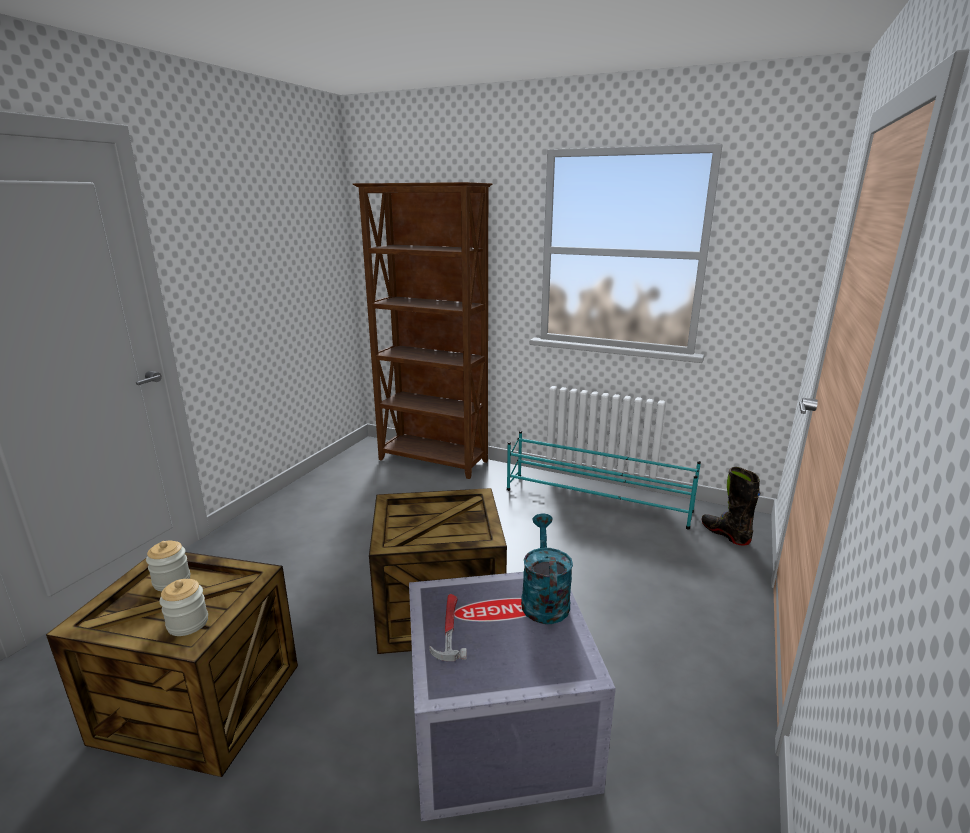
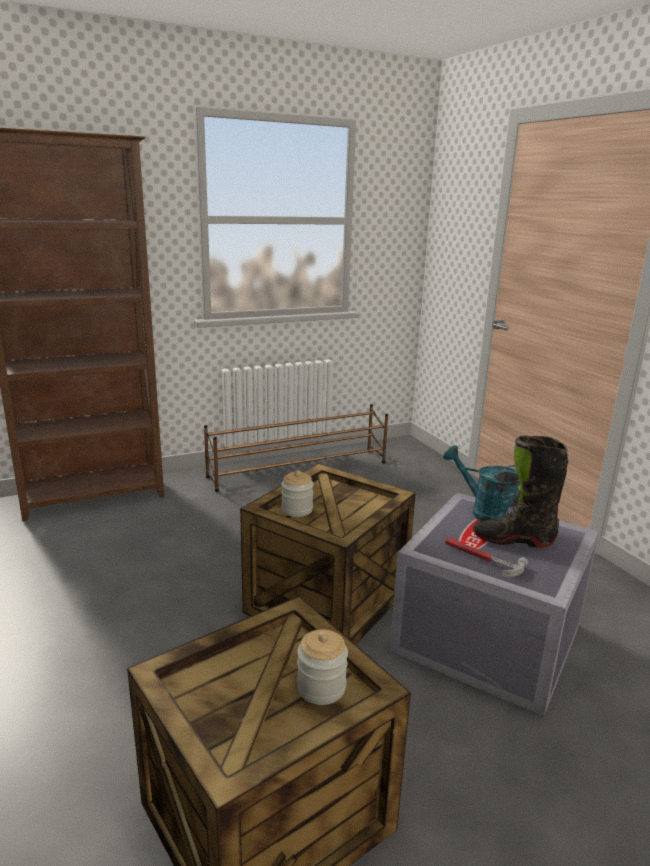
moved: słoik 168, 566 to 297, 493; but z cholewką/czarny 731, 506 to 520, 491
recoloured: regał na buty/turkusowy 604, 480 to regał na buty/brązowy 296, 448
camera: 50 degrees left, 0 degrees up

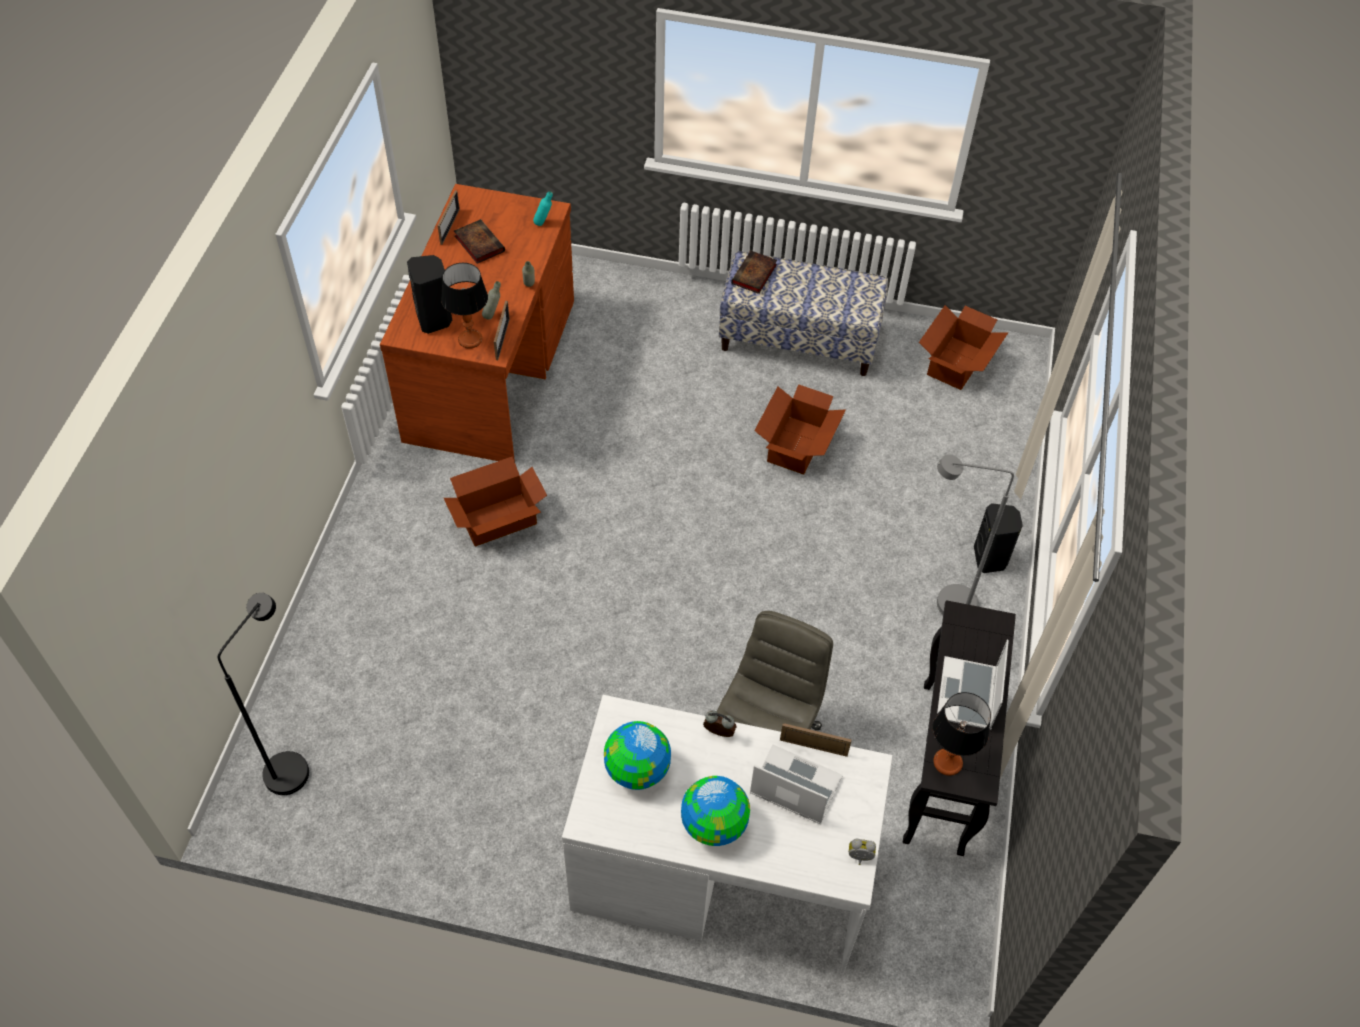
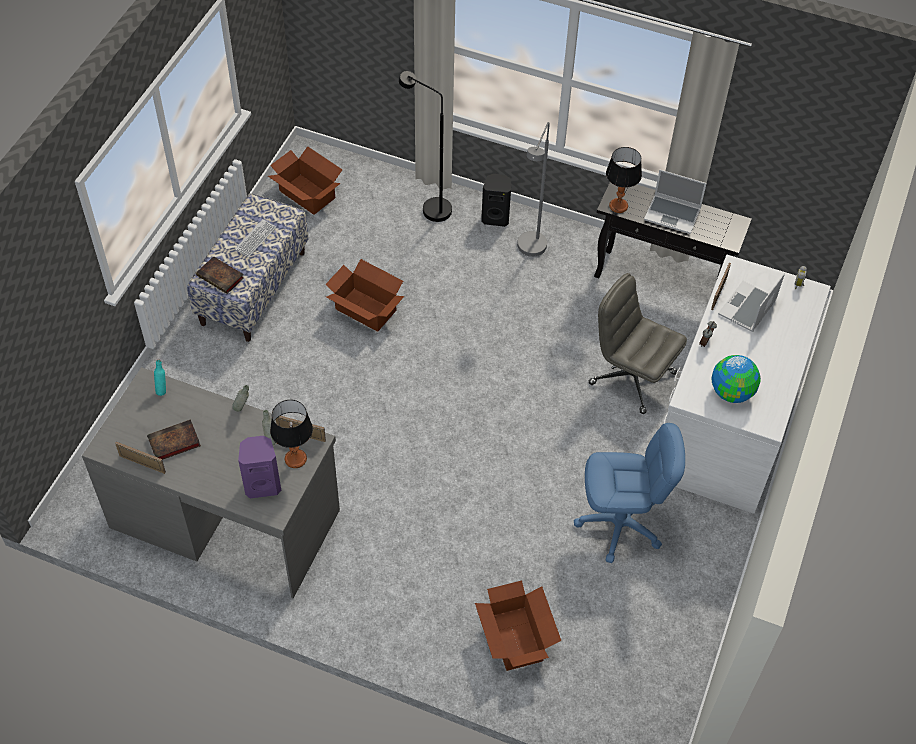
removed: globus 715, 811
added: klawiatura 255, 238; krzesło biurowe/niebieski 629, 493
moved: lampa stojąca/czarny 263, 694 to 425, 146; karton 495, 501 to 518, 625; lampa stołowa 962, 734 to 624, 180
recoloured: biurko/brązowy 477, 323 to biurko/szary 211, 482; głośnik/czarny 429, 294 to głośnik/fioletowy 259, 467
camera: 80 degrees left, 0 degrees up

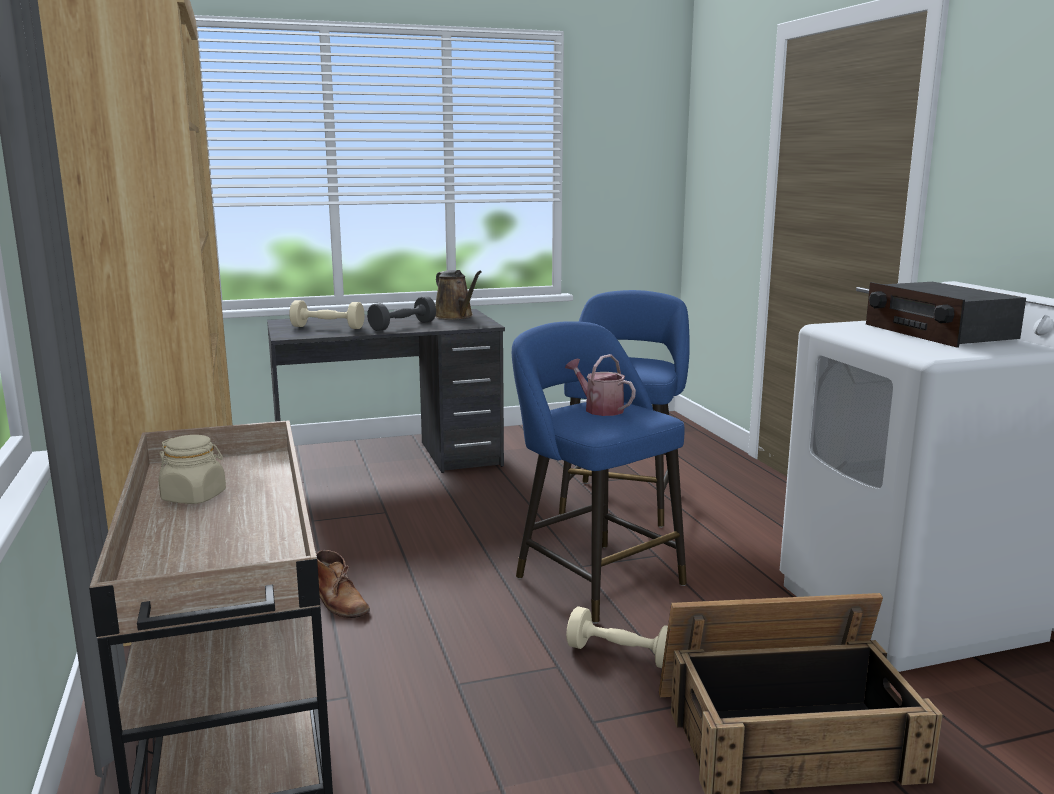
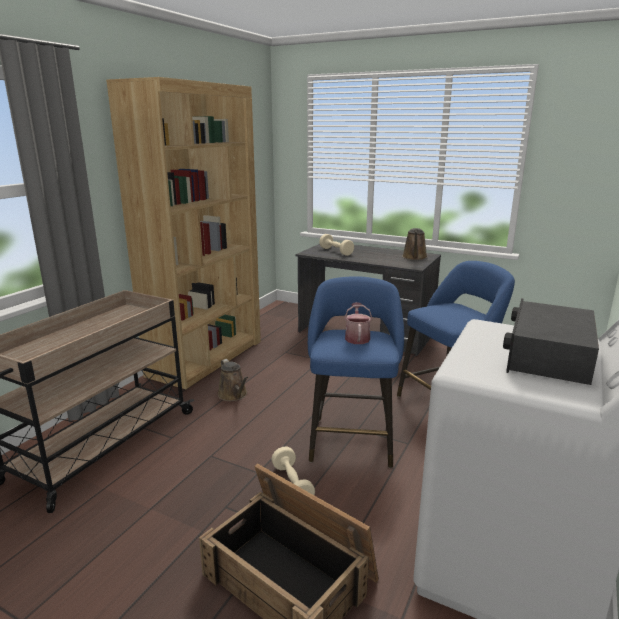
removed: słoik/beżowy 192, 469; hantel/szary 401, 313
replaced: but z cholewką/brązowy 343, 584 to konewka/brązowy 233, 380
camera: 45 degrees right, 5 degrees up

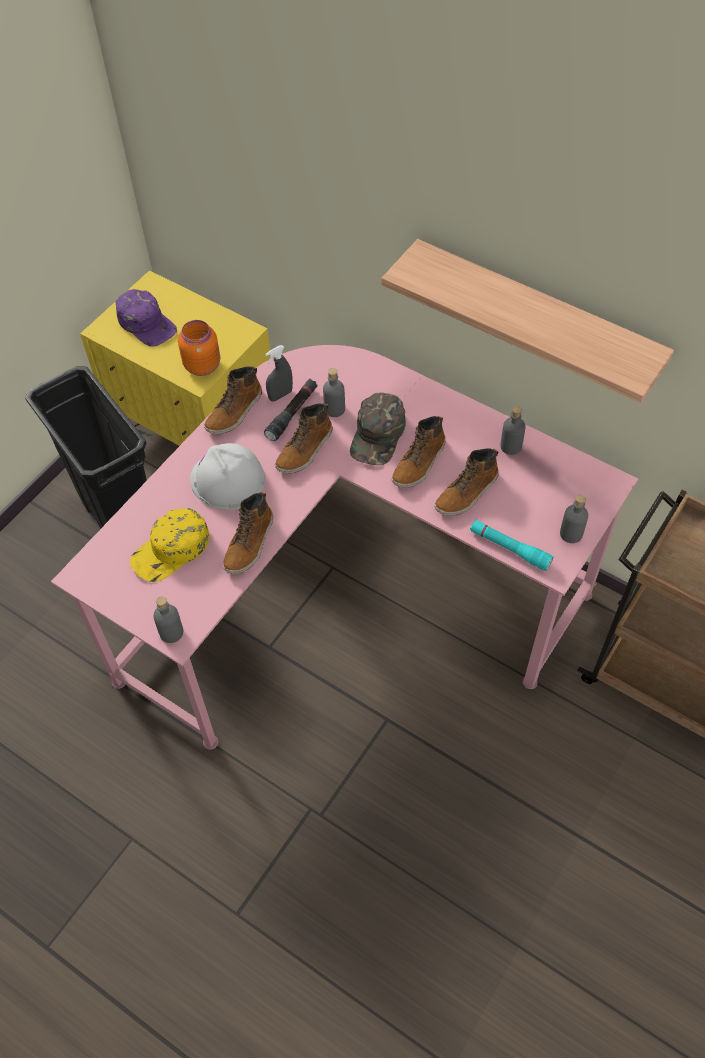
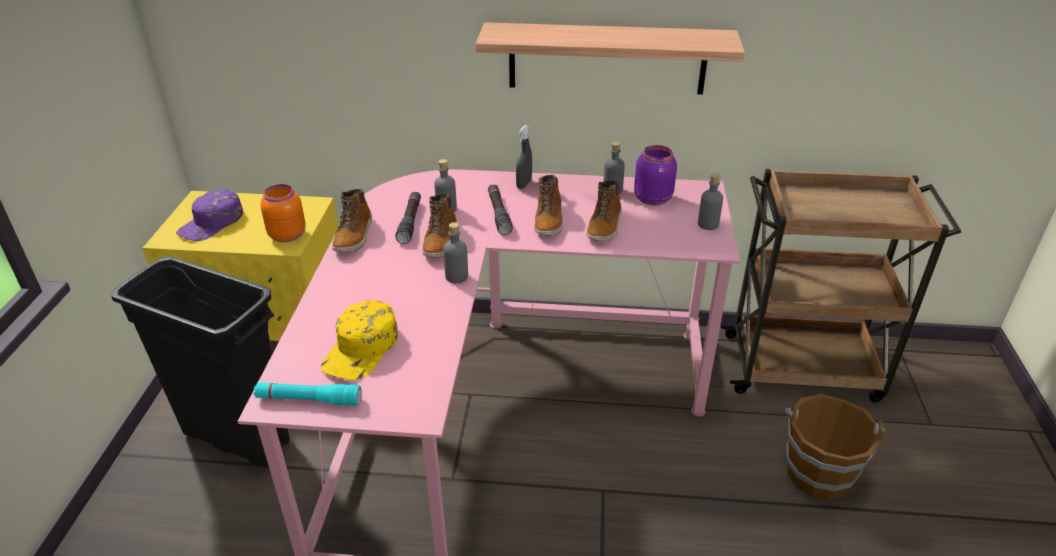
removed: kask/biały 227, 476; but z cholewką 248, 533
added: słoik/fioletowy 655, 175; wiadro/brązowy 835, 446
moved: latarka/turkusowy 512, 545 to 307, 394; butelka/szary 168, 619 to 455, 252; spryskiwacz/szary 279, 373 to 524, 157
replaced: czapka z daszkiem/zielony 378, 428 to latarka/czarny 500, 210
turned: czapka z daszkiem/fioletowy 146, 318 = 209, 215 105 degrees clockwise
camera: 30 degrees left, 20 degrees down

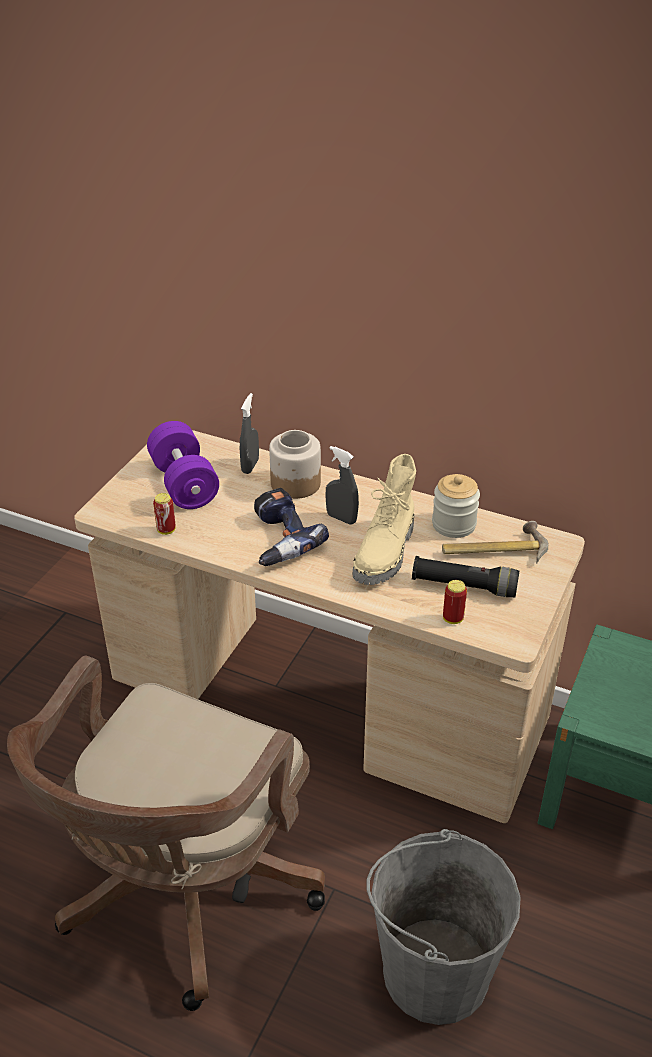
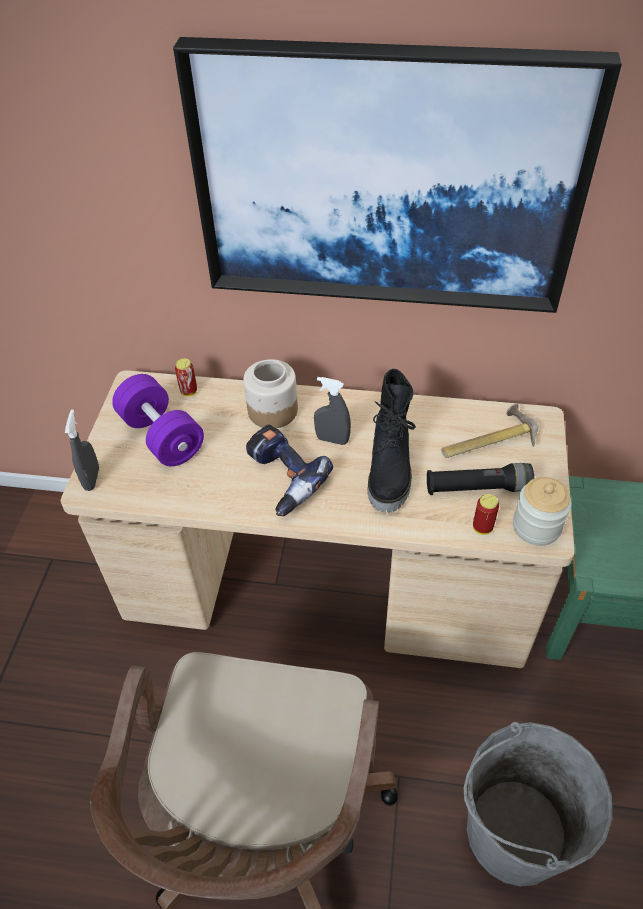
added: obraz 397, 175
moved: spryskiwacz/szary 249, 433 to 82, 450; puszka 164, 514 to 186, 377; słoik 456, 506 to 542, 511
recoloured: but z cholewką/beżowy 384, 519 to but z cholewką/czarny 392, 441
camera: 15 degrees left, 10 degrees up

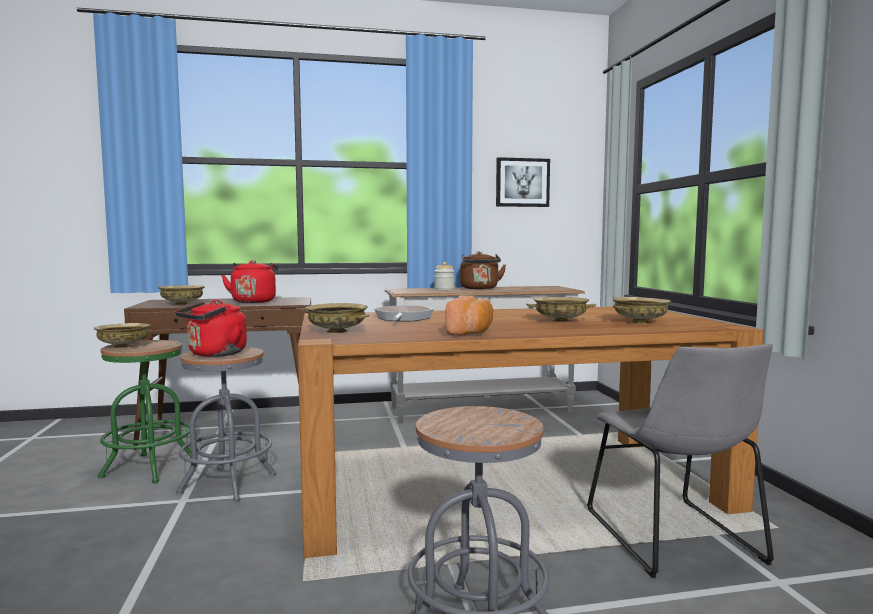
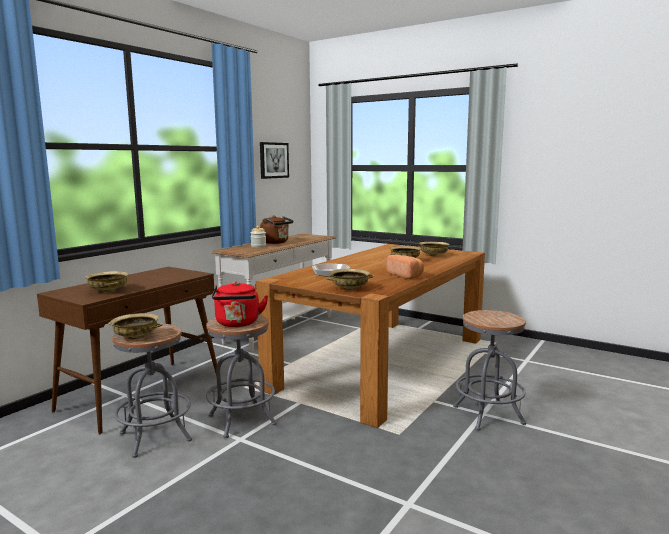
removed: czajnik/czerwony 249, 281; krzesło/szary 680, 461
recoloured: stołek/zielony 144, 411 to stołek/szary 152, 391
camera: 45 degrees left, 5 degrees up

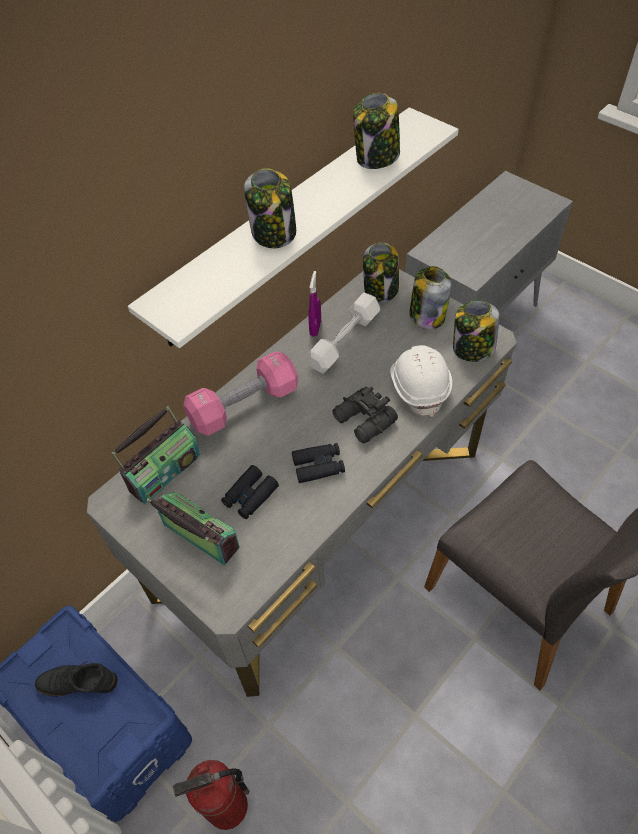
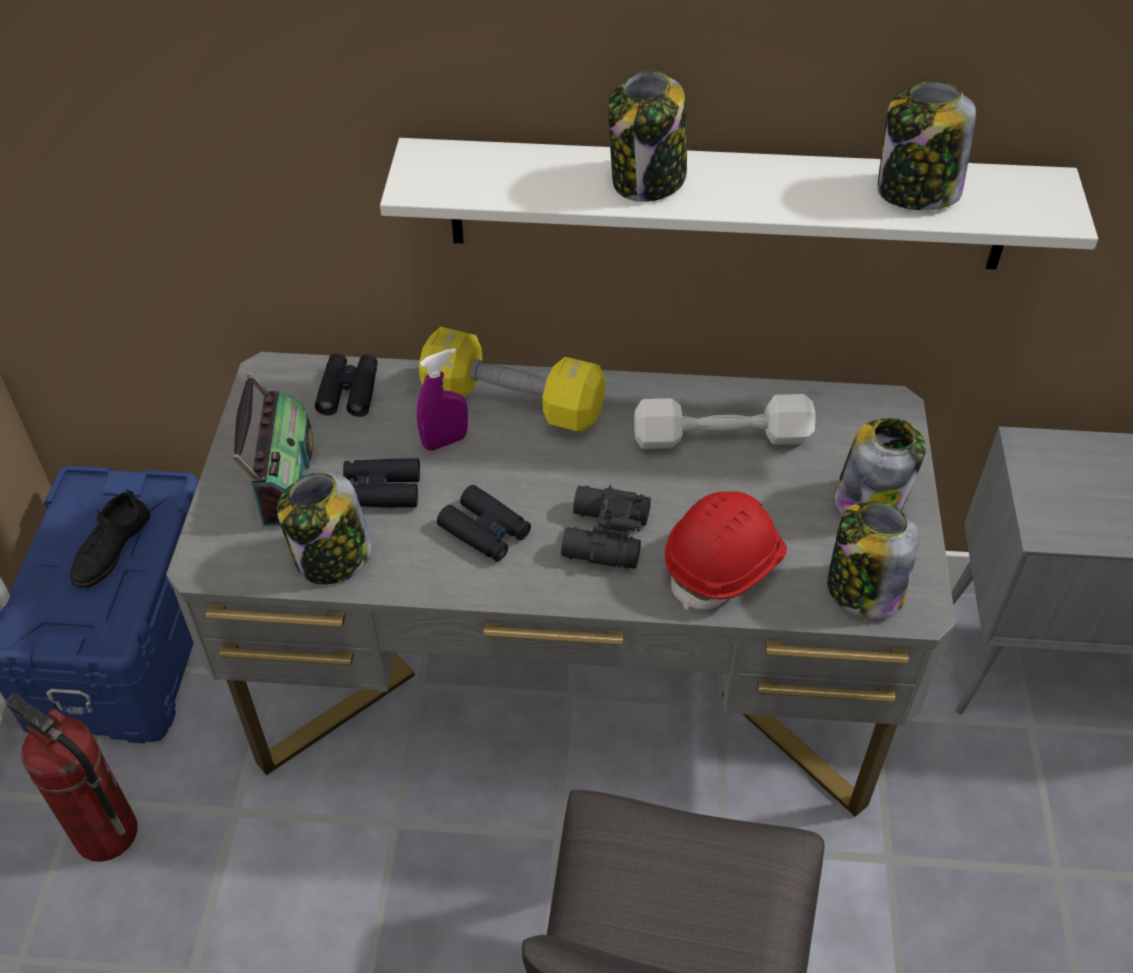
moved: słoik 381, 273 to 324, 528; spryskiwacz/fioletowy 315, 304 to 442, 399
replaced: radio 155, 455 to lornetka/czarny 346, 385
recoloured: hantel/różowy 240, 393 to hantel/żółty 512, 379; kask/biały 421, 381 to kask/czerwony 726, 550
turned: but/czarny 76, 678 = 110, 538 120 degrees counterclockwise
camera: 50 degrees right, 5 degrees down

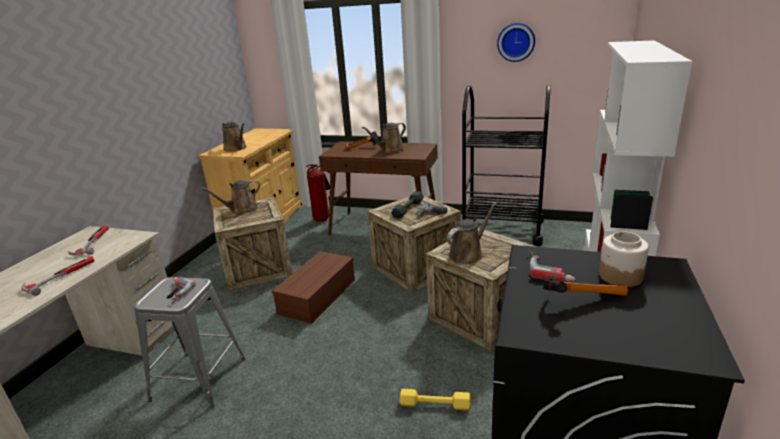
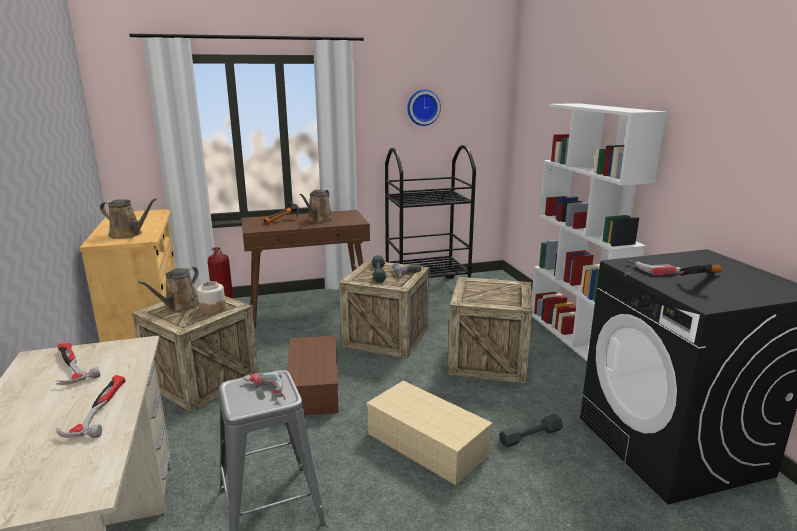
removed: konewka/brązowy 472, 233
added: pojemnik do przechowywania/beżowy 429, 433
moved: słoik 624, 259 to 211, 298
recoloured: hantel/żółty 435, 400 to hantel/szary 531, 430
camera: 35 degrees left, 5 degrees down

